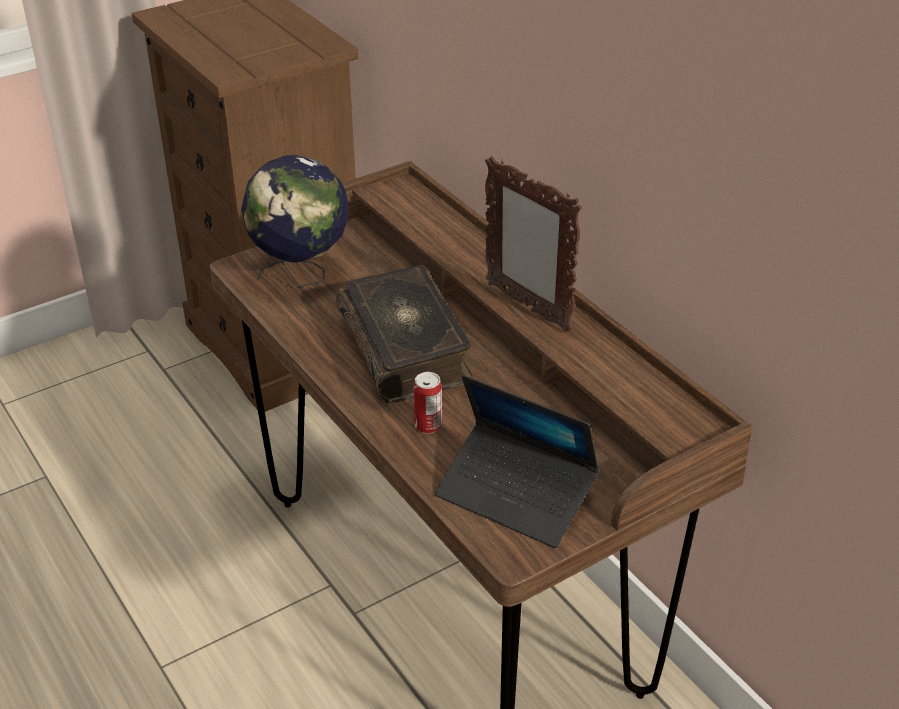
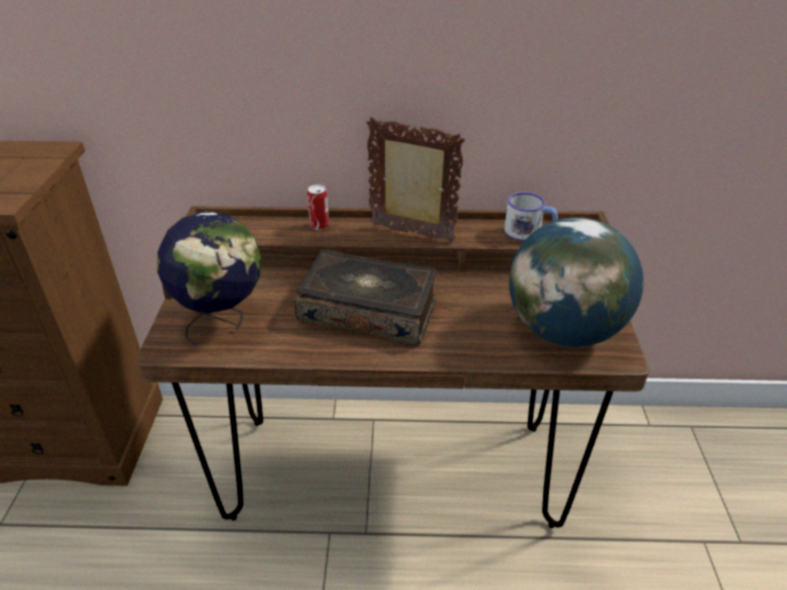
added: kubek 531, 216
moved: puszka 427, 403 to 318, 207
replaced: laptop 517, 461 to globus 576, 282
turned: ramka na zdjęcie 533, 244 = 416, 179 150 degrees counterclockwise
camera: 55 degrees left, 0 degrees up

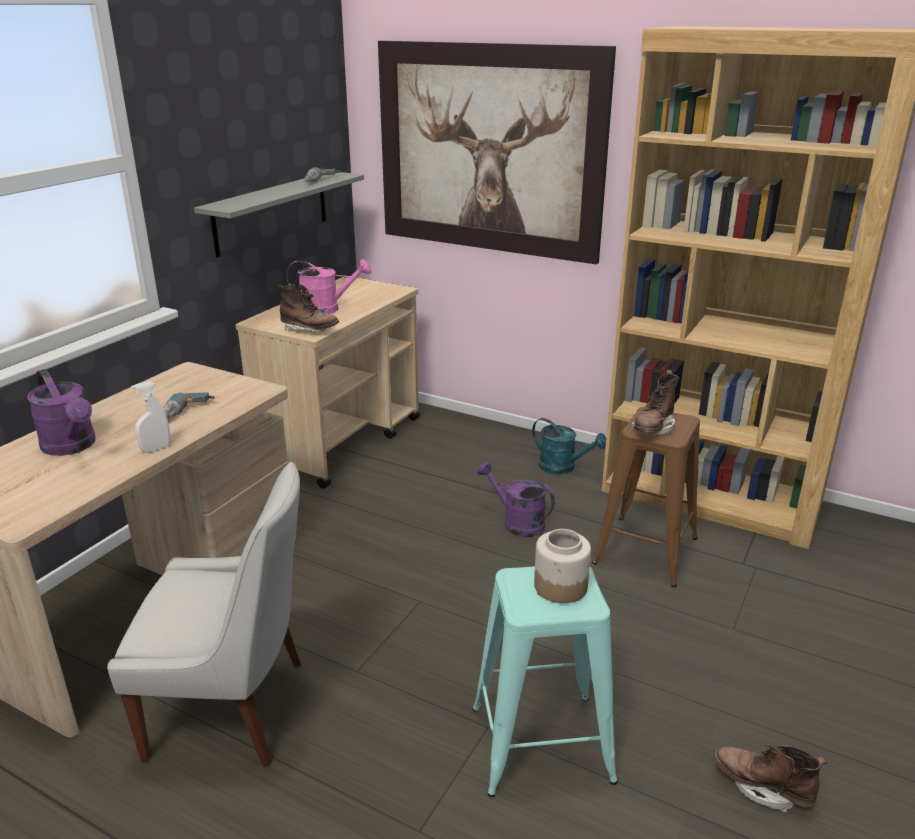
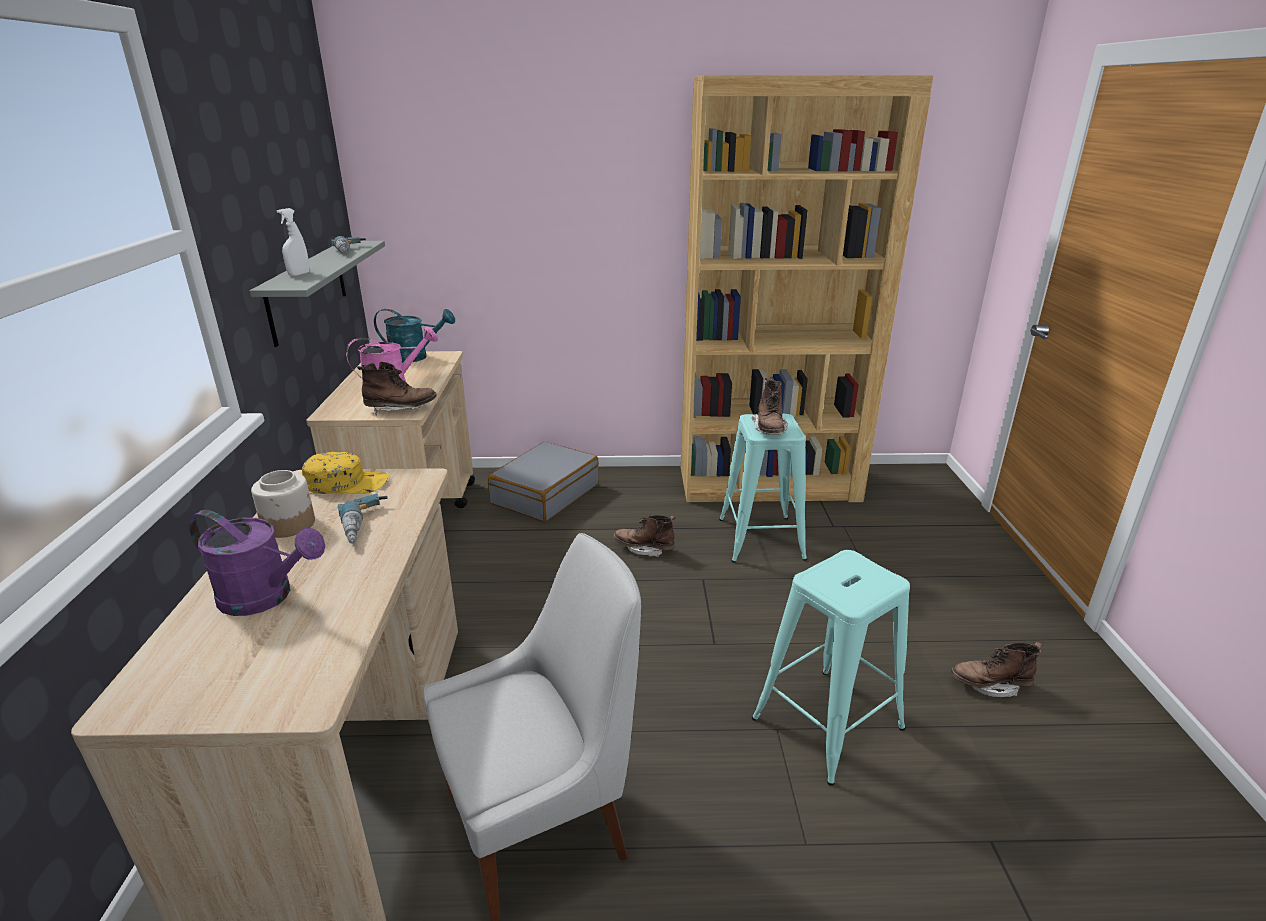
removed: obraz 497, 152
added: czapka z daszkiem/żółty 345, 473; walizka/szary 543, 481
moved: słoik 562, 566 to 283, 504; spryskiwacz/biały 150, 417 to 293, 242; konewka/turkusowy 569, 446 to 414, 336
replaced: konewka/fioletowy 516, 499 to but z cholewką/brązowy 644, 536
recoloured: stołek/brązowy 646, 497 to stołek/turkusowy 763, 488
camera: 30 degrees left, 0 degrees up

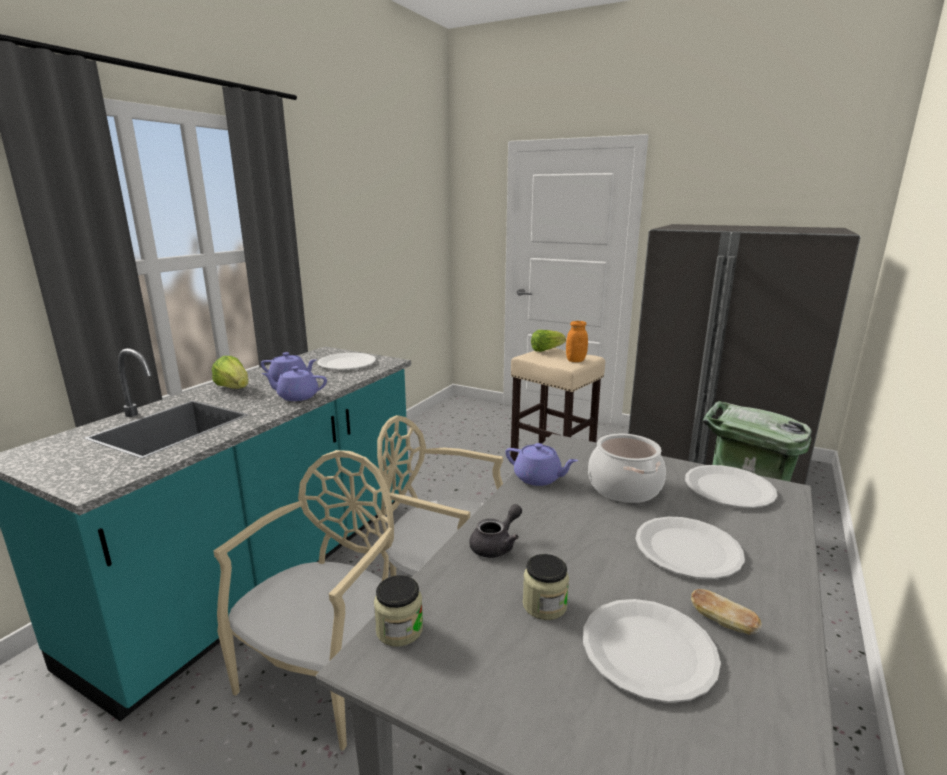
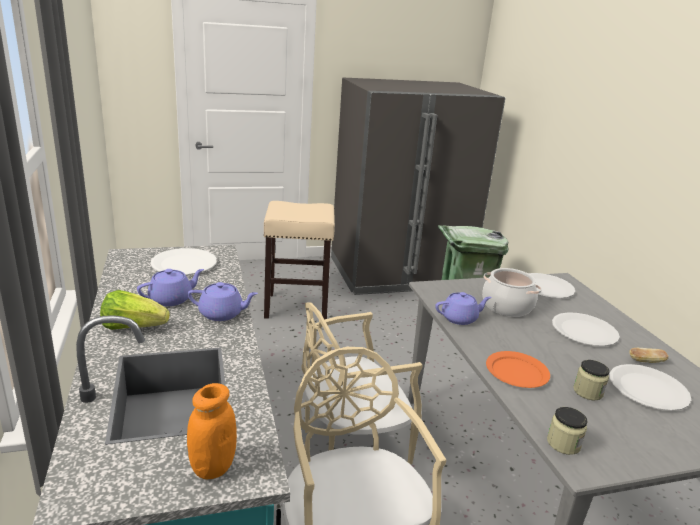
removed: sałata 548, 341
moved: słoik/pomarańczowy 577, 341 to 212, 431
replaced: imbryk/szary 495, 531 to talerz/pomarańczowy 518, 369
turned: imbryk/fioletowy 294, 383 = 223, 301 135 degrees counterclockwise
camera: 45 degrees left, 5 degrees up

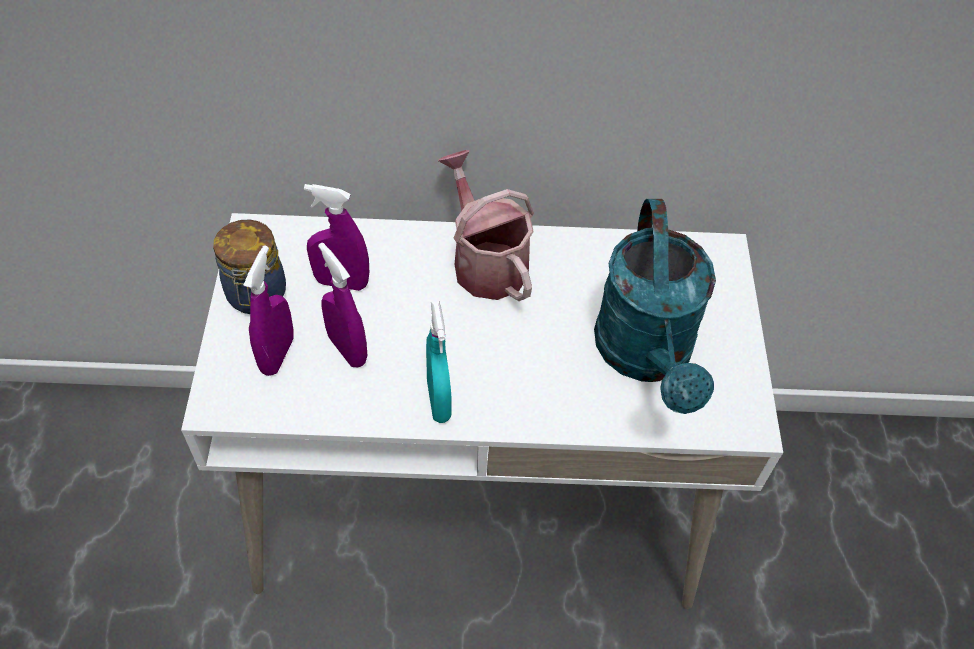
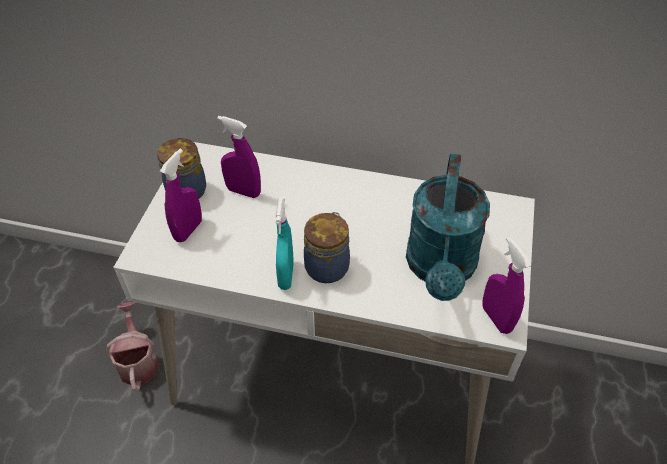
added: słoik 327, 247
moved: konewka 486, 225 to 132, 347; spryskiwacz/fioletowy 343, 305 to 506, 285
camera: 15 degrees right, 5 degrees down

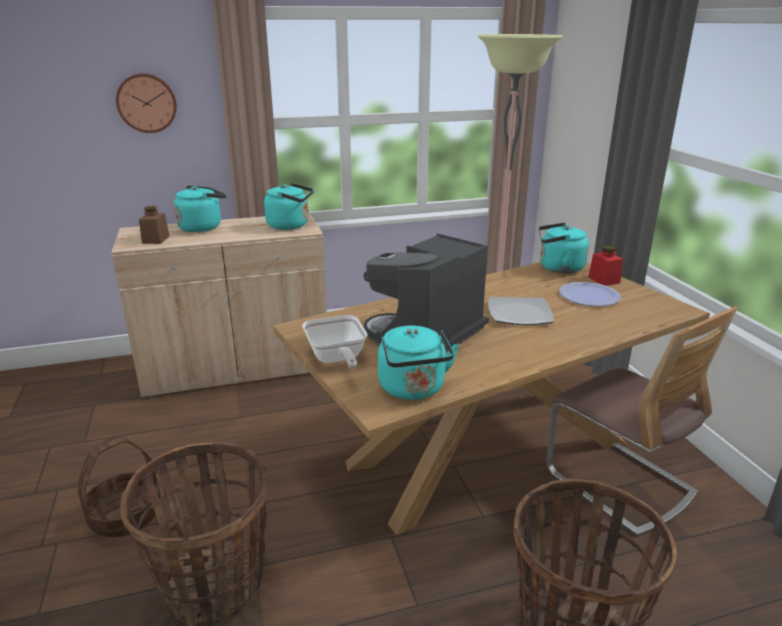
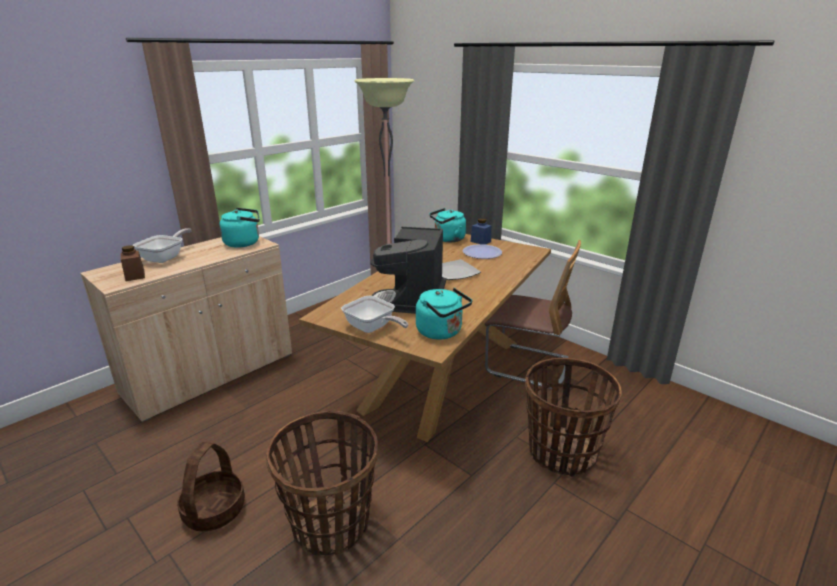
removed: zegar ścienny 146, 103
replaced: czajnik/turkusowy 200, 208 to patelnia 162, 245
recoloured: słoik/czerwony 605, 266 to słoik/niebieski 480, 231
camera: 30 degrees left, 0 degrees up

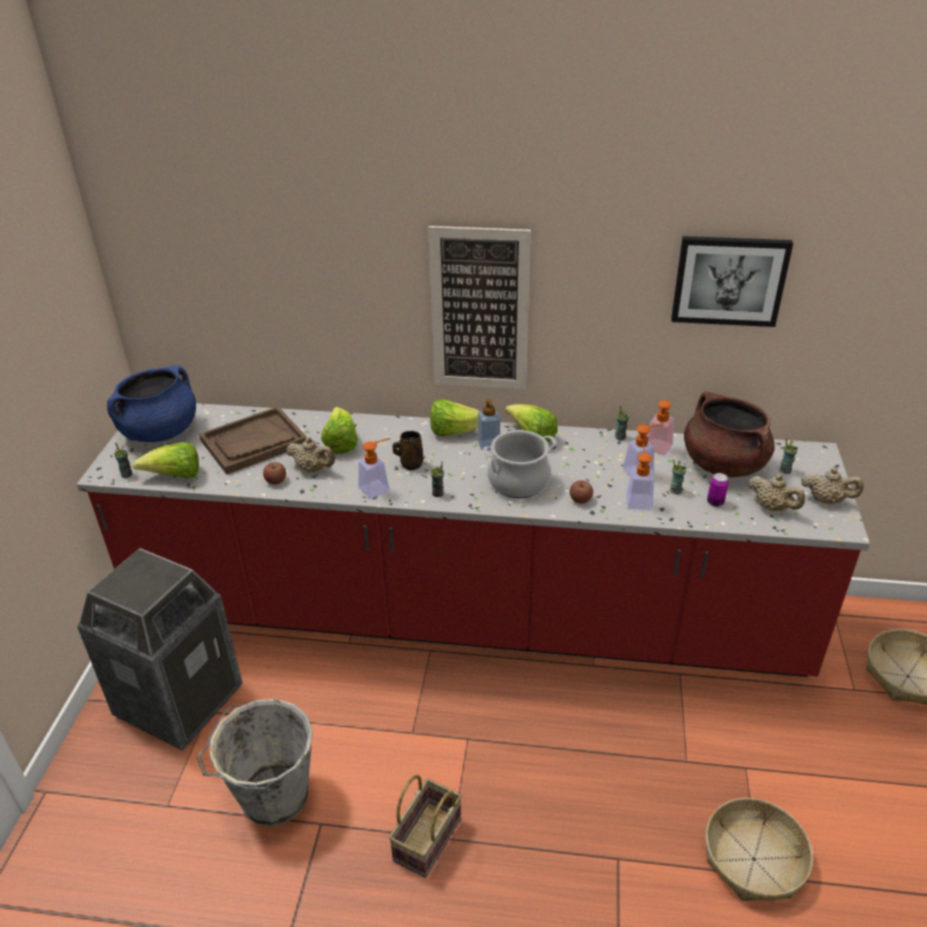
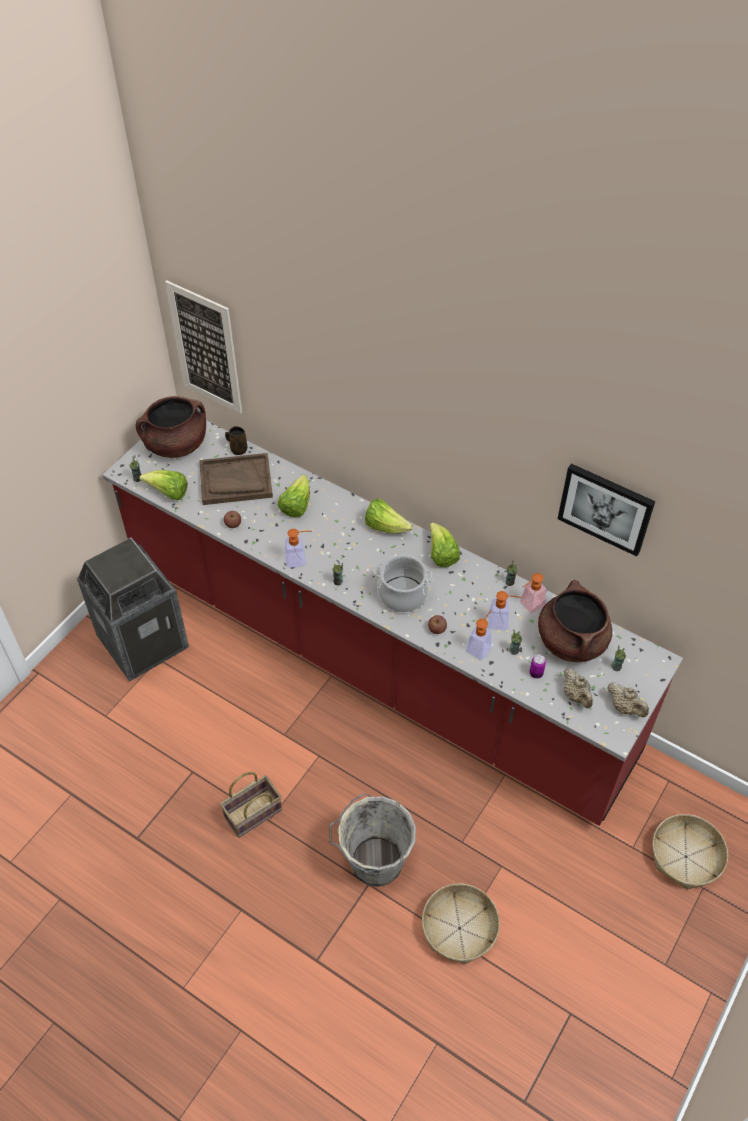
removed: imbryk/beżowy 310, 454; dozownik mydła 489, 425
moved: obraz 479, 307 to 203, 347; kubek/brązowy 408, 450 to 236, 440; wiadro/szary 255, 762 to 372, 840
recoloured: garnek/niebieski 151, 403 to garnek/brązowy 171, 427
camera: 25 degrees right, 15 degrees up

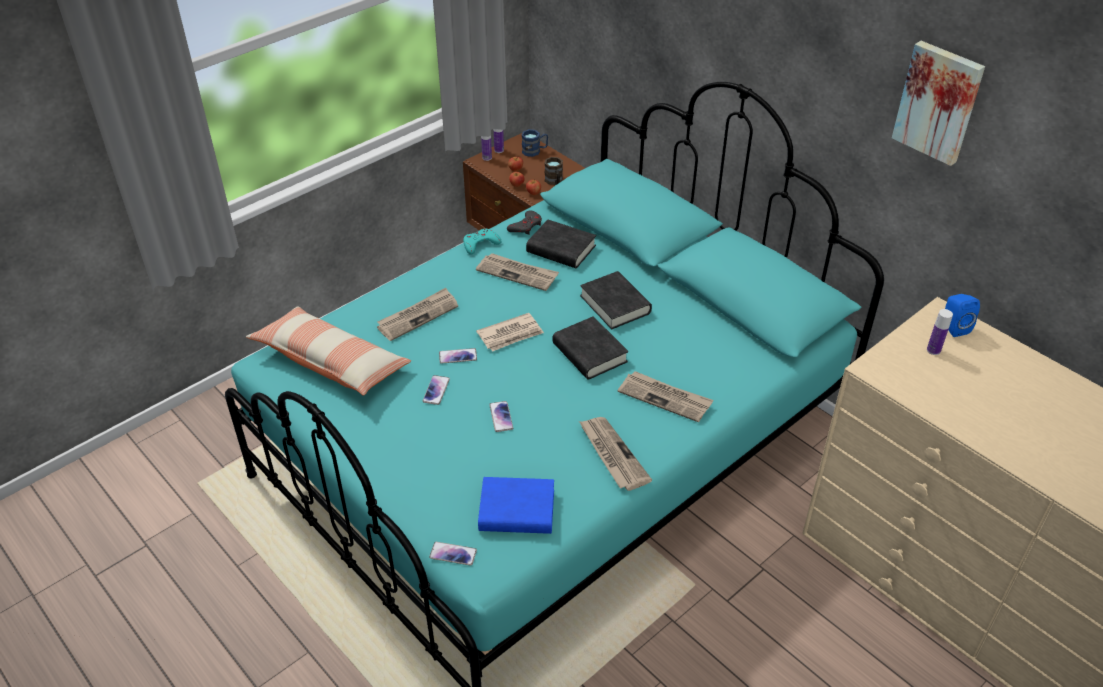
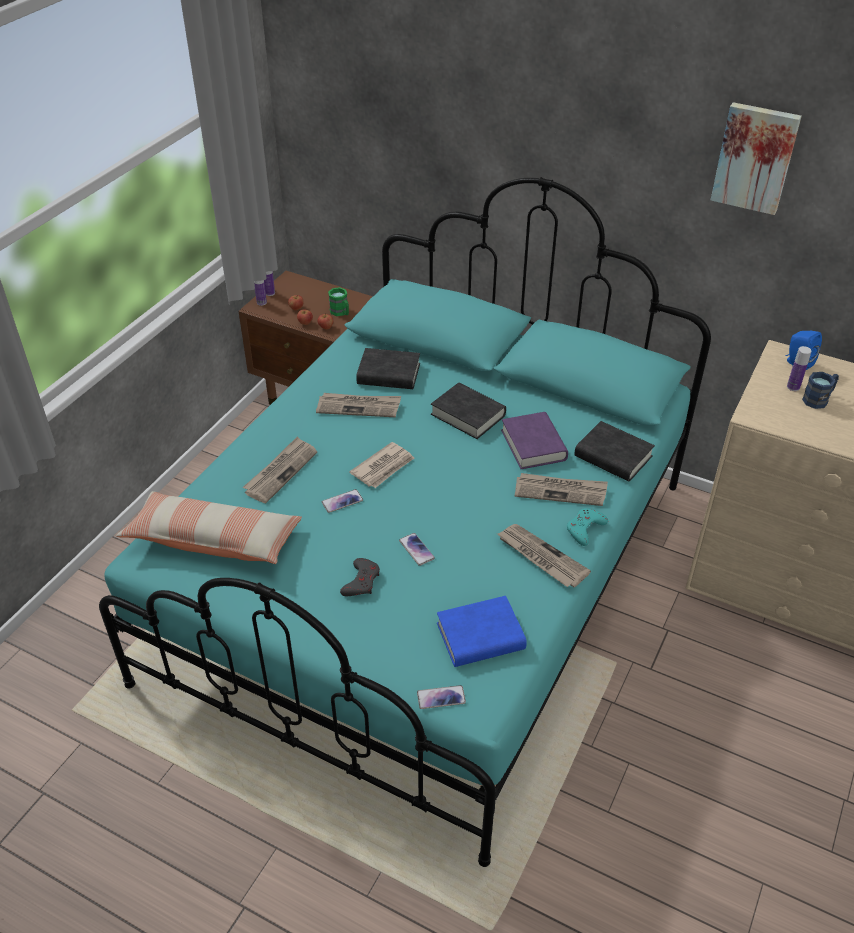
removed: telefon 436, 390
added: książka/fioletowy 534, 440
moved: pad do gier/szary 524, 222 to 360, 577; pad do gier/turkusowy 482, 242 to 587, 527; książka/czarny 590, 348 to 614, 451; kubek/niebieski 535, 143 to 820, 390
recoloured: kubek/brązowy 553, 171 to kubek/zielony 338, 301
camera: 20 degrees left, 0 degrees up

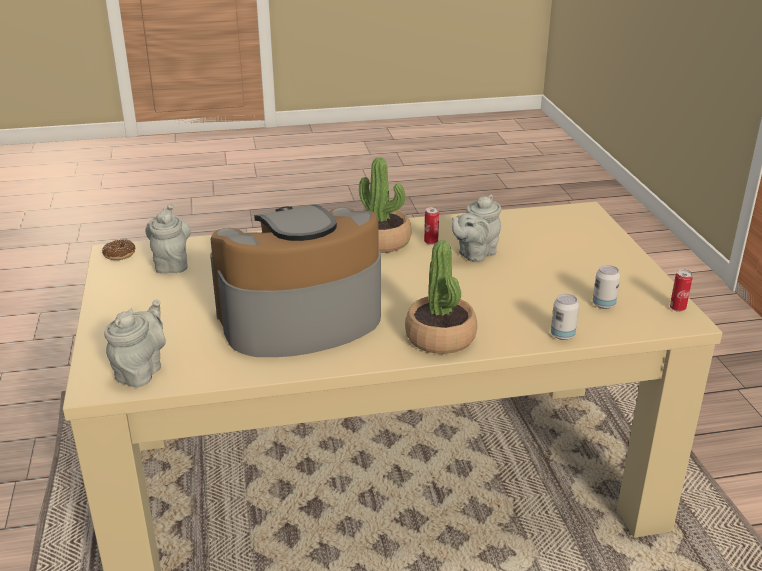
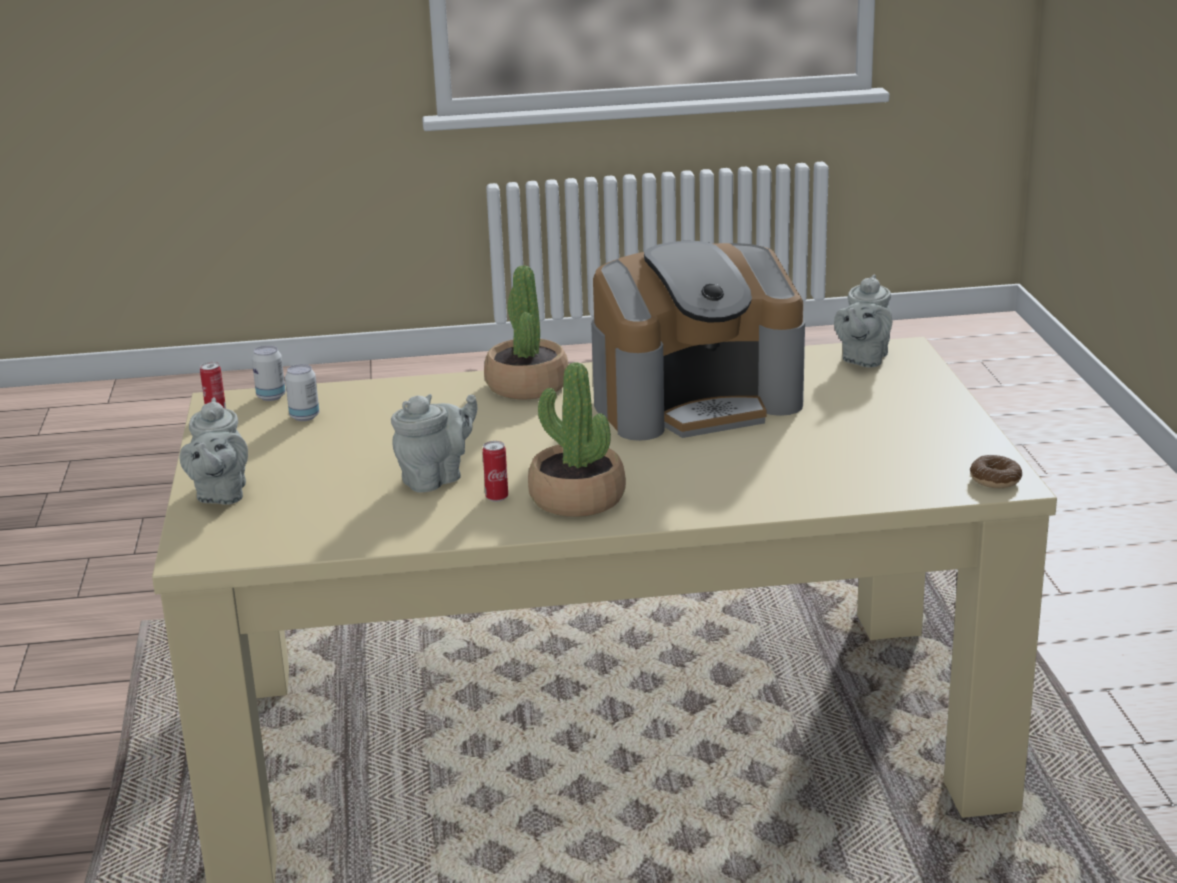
moved: imbryk/szary 168, 238 to 213, 451; puszka 565, 317 to 269, 373
camera: 175 degrees left, 5 degrees down

